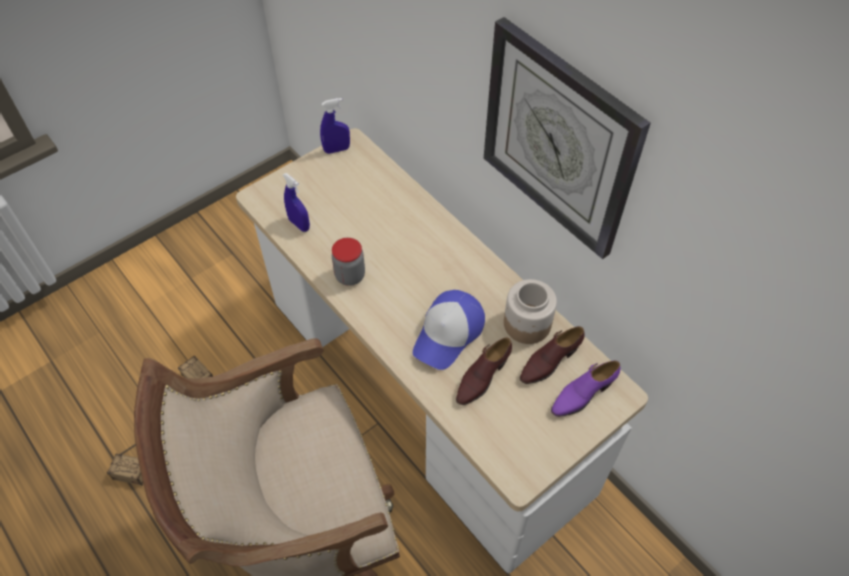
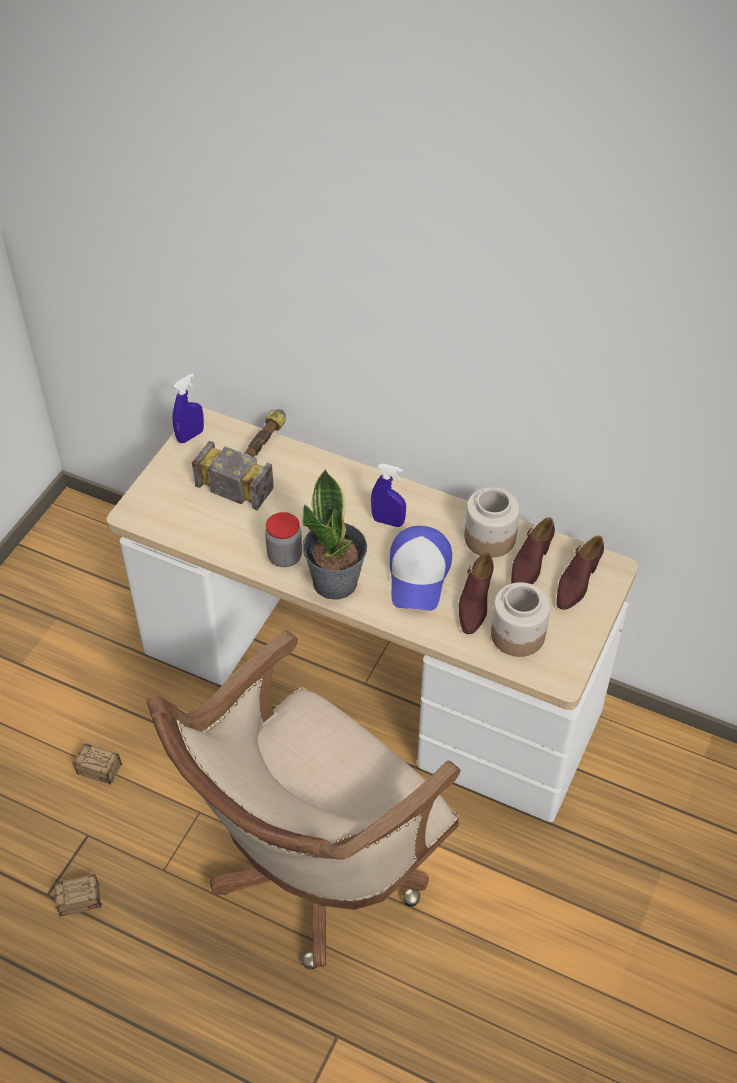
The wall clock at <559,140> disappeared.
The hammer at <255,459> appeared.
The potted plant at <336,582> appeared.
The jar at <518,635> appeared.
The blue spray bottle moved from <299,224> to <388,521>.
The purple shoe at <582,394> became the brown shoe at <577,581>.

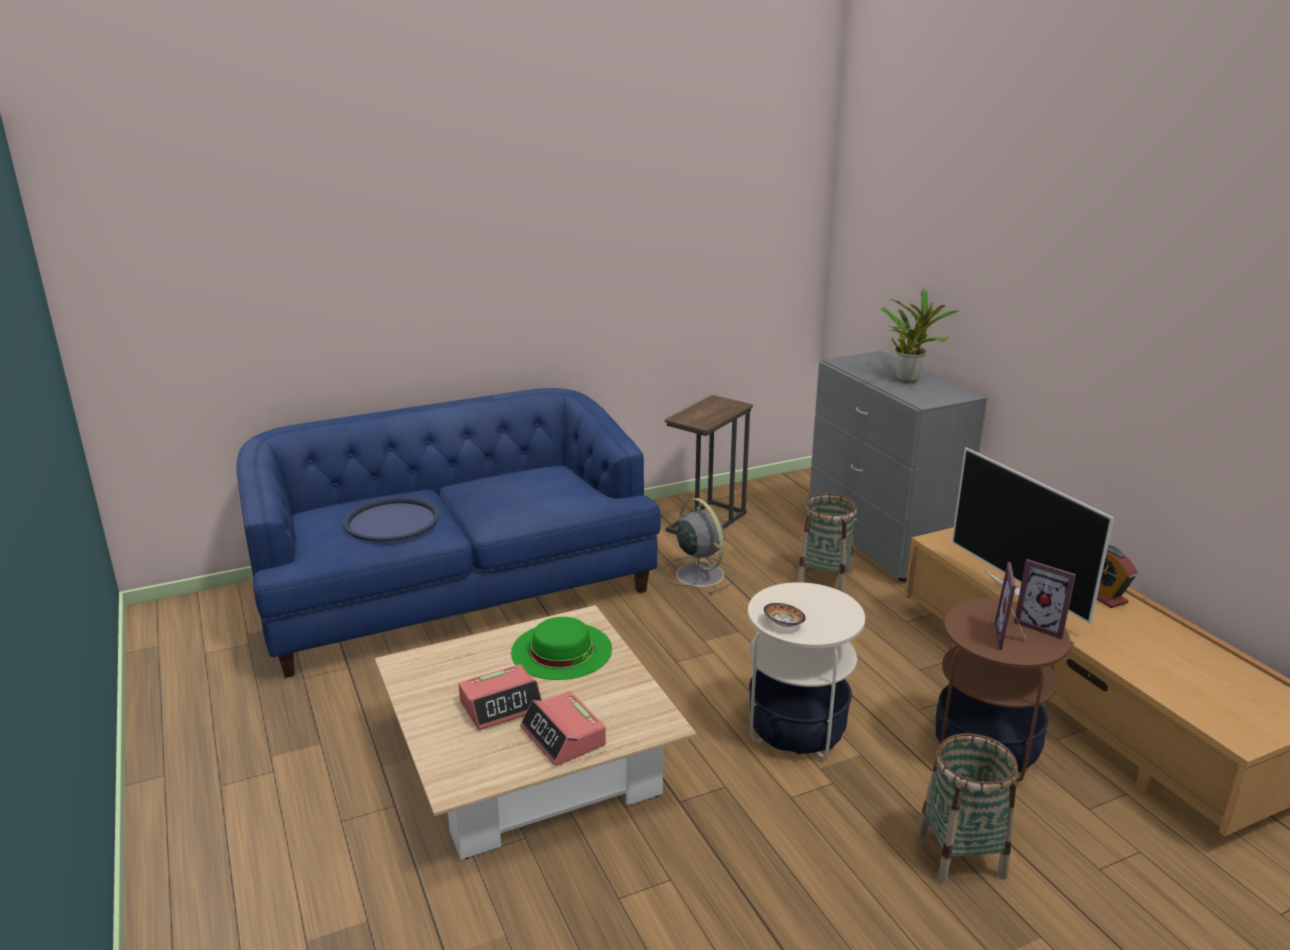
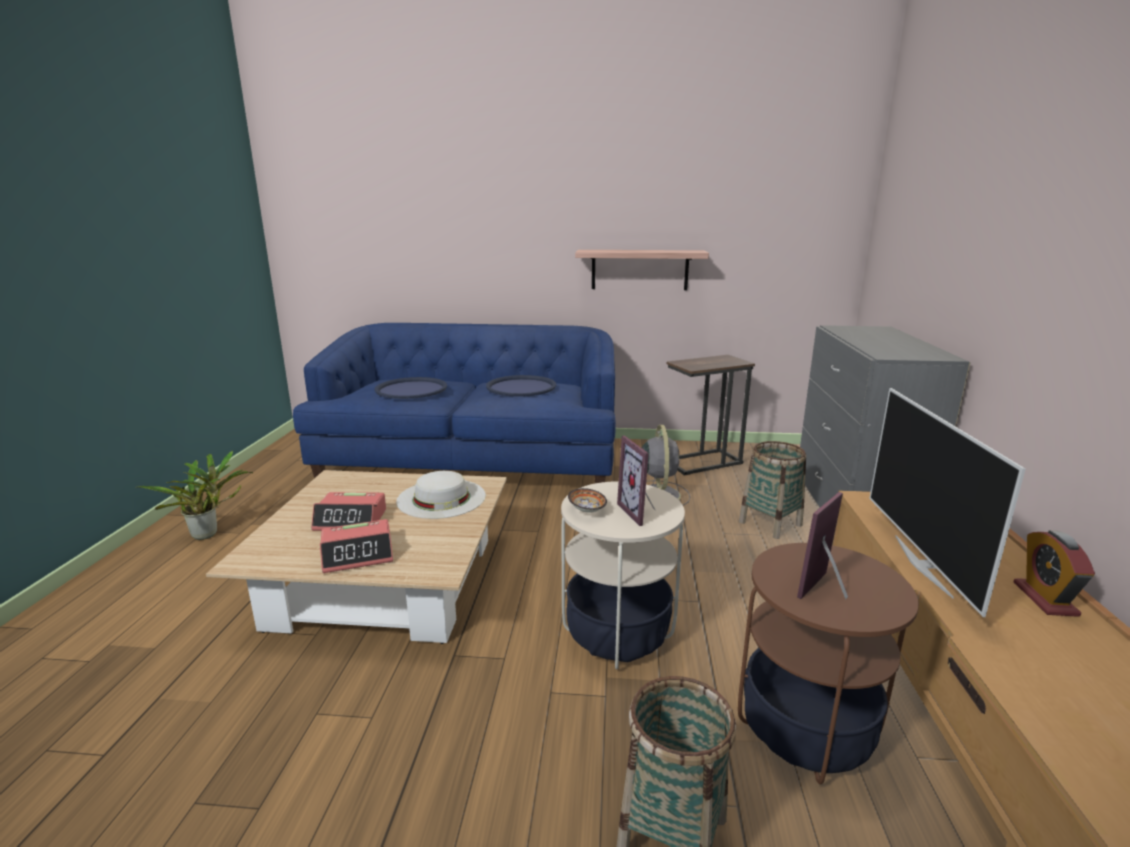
The blue tray at <521,387> appeared.
The shelf at <639,269> appeared.
The potted plant moved from <909,379> to <209,534>.
The picture frame moved from <1042,625> to <641,512>.
The green hat at <561,650> became the white hat at <441,498>.
The alarm clock at <563,737> turned 105 degrees counterclockwise.

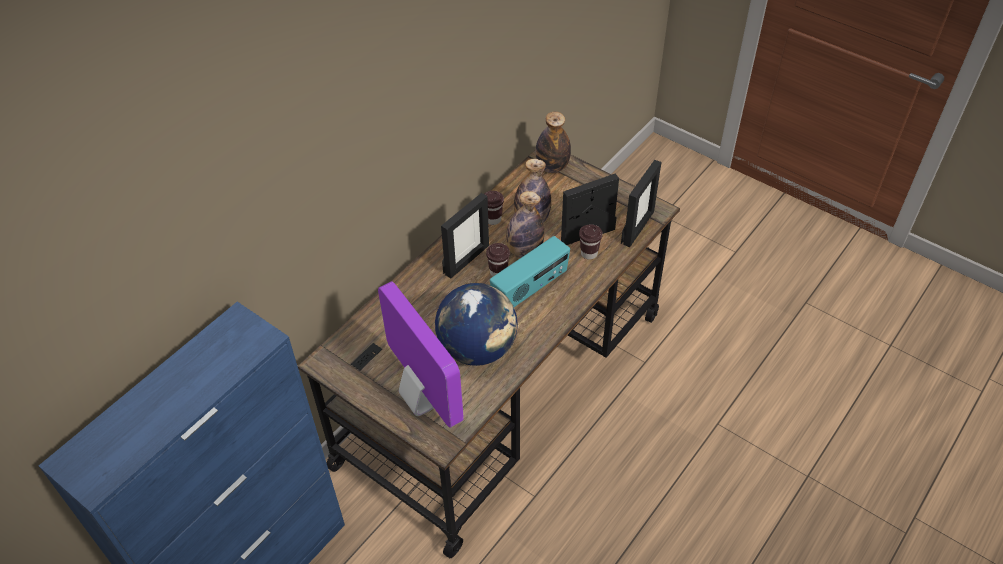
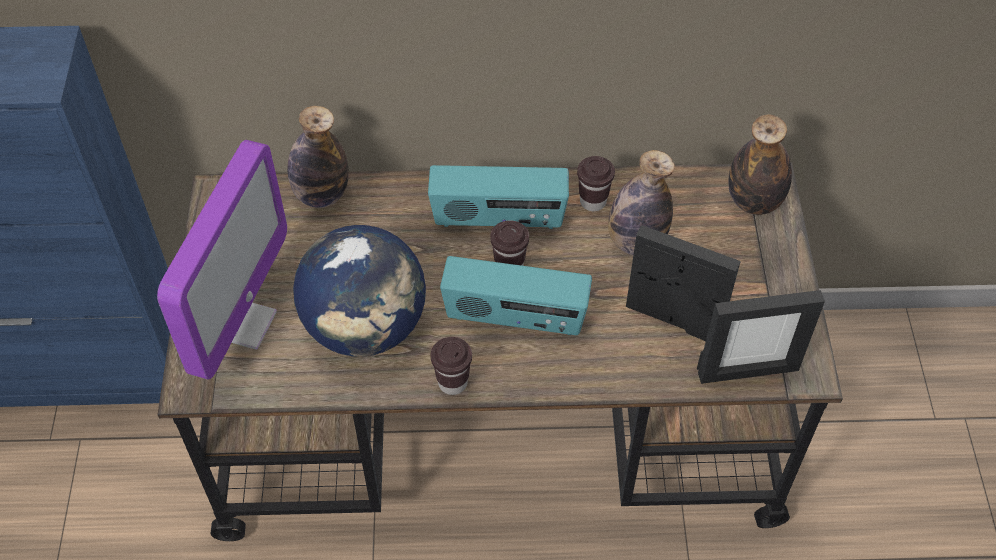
The bottle moved from <524,251> to <321,195>.
The brown cup moved from <589,253> to <452,383>.
The picture frame at <466,259> was replaced by the radio at <498,219>.

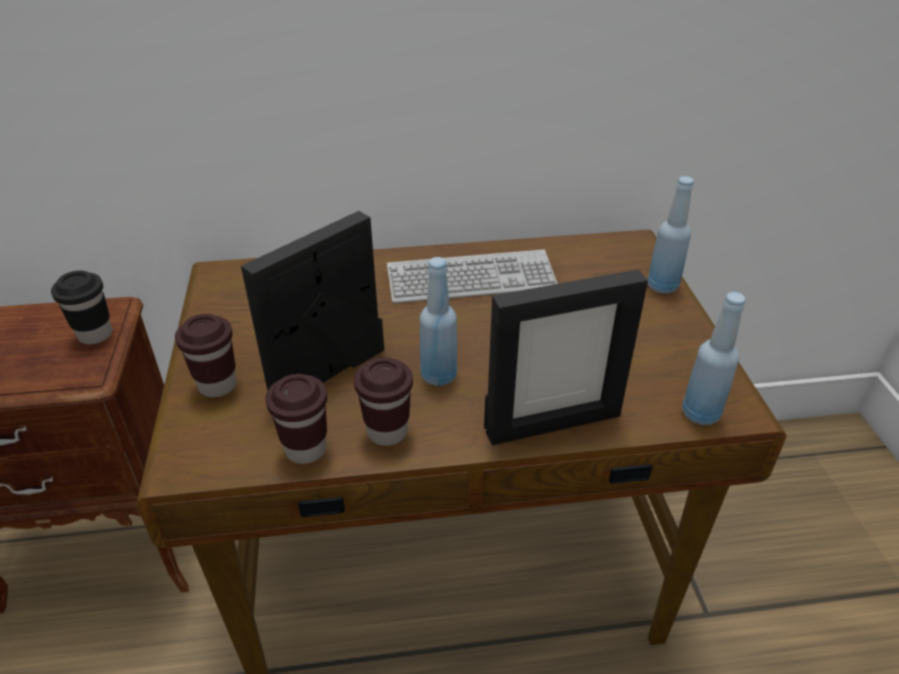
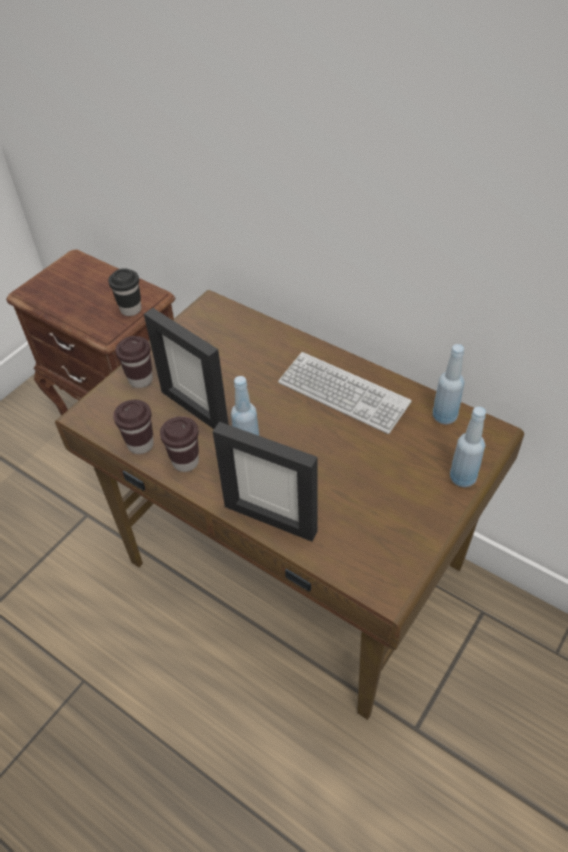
The blue bottle moved from <700,414> to <444,416>.
The picture frame at <329,374> turned 135 degrees counterclockwise.

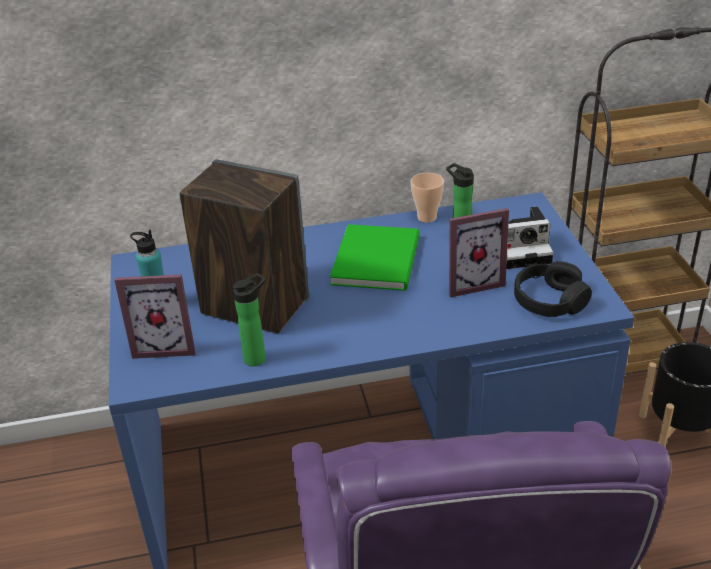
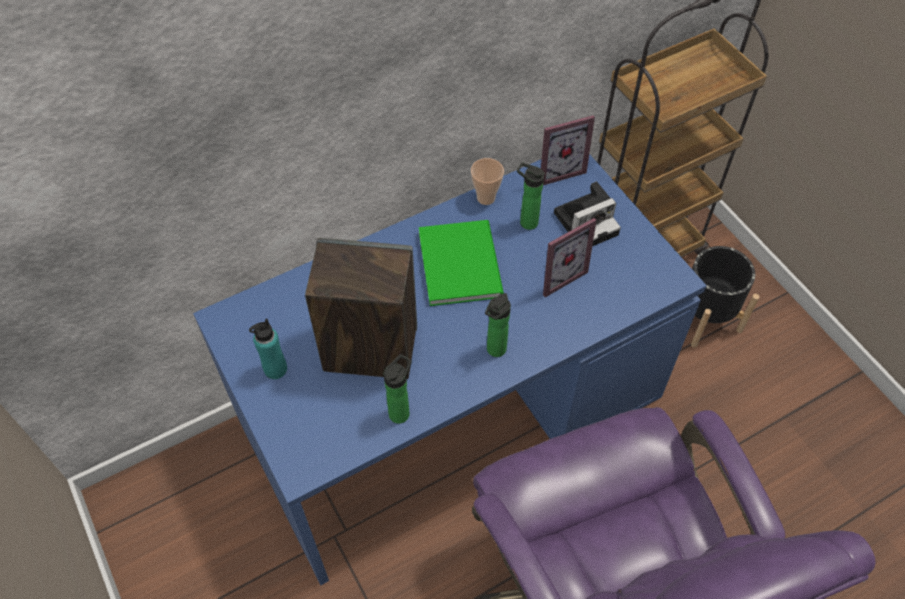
The black headphones at <550,300> disappeared.
The bottle at <494,351> appeared.
The picture frame moved from <166,345> to <557,169>.

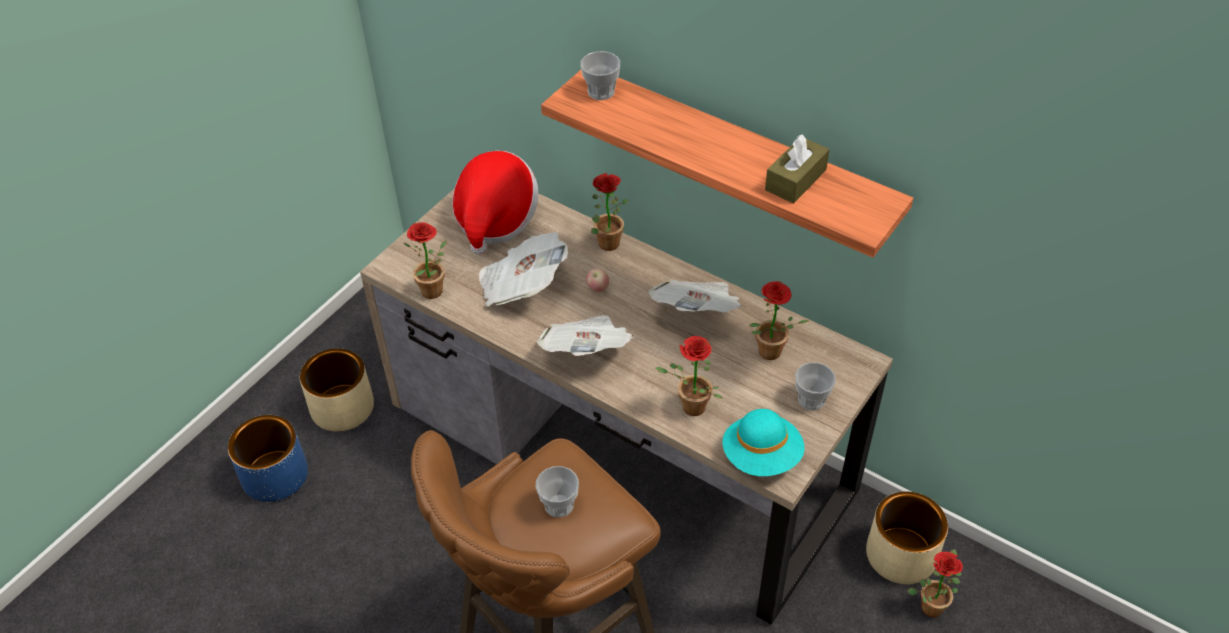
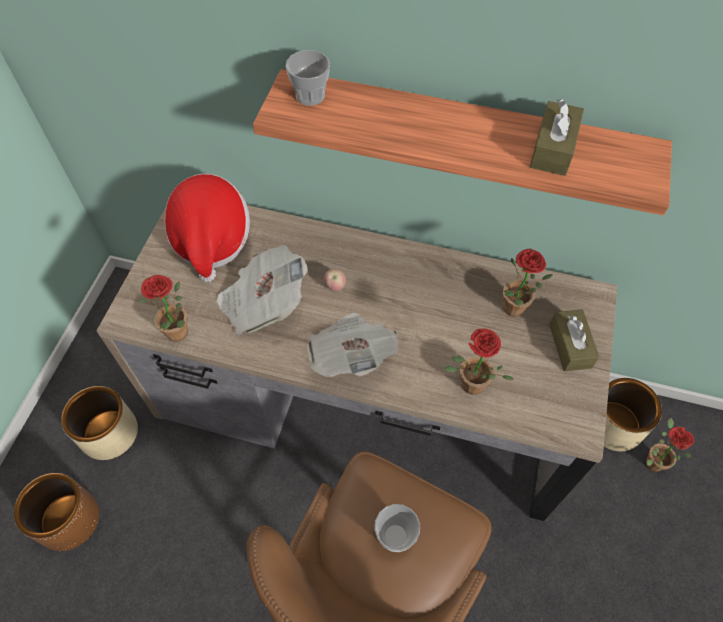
The potted plant at <605,241> disappeared.
The newspaper at <697,312> disappeared.
The turquoise hat at <762,456> disappeared.
The cup at <811,399> was replaced by the brown tissue box at <570,346>.
The blue planter at <275,475> became the brown planter at <69,519>.

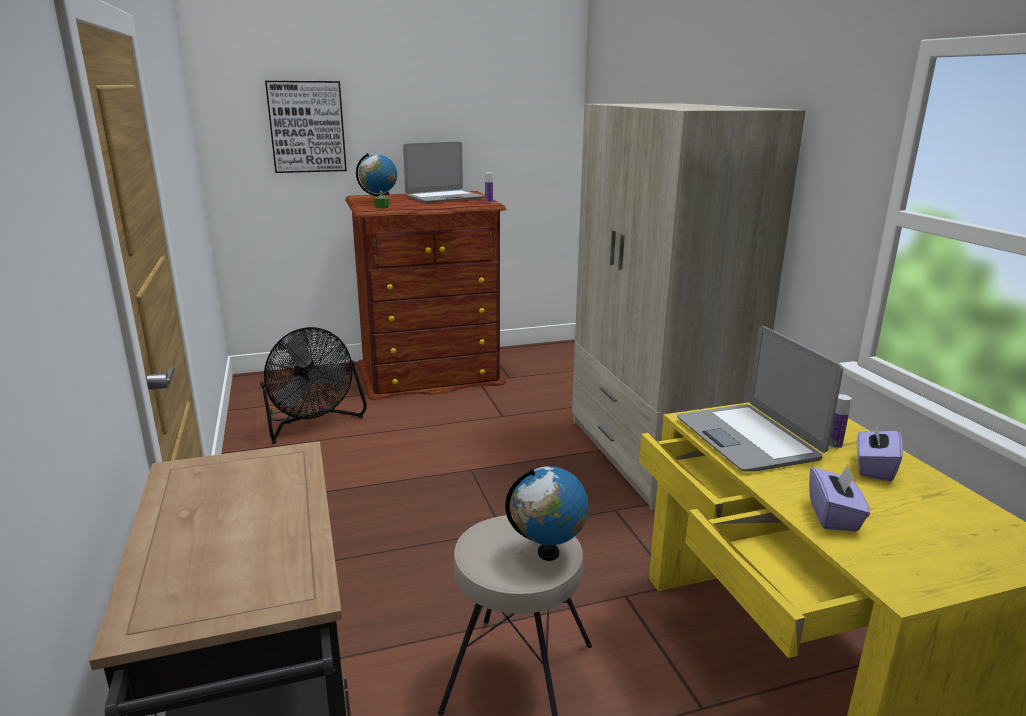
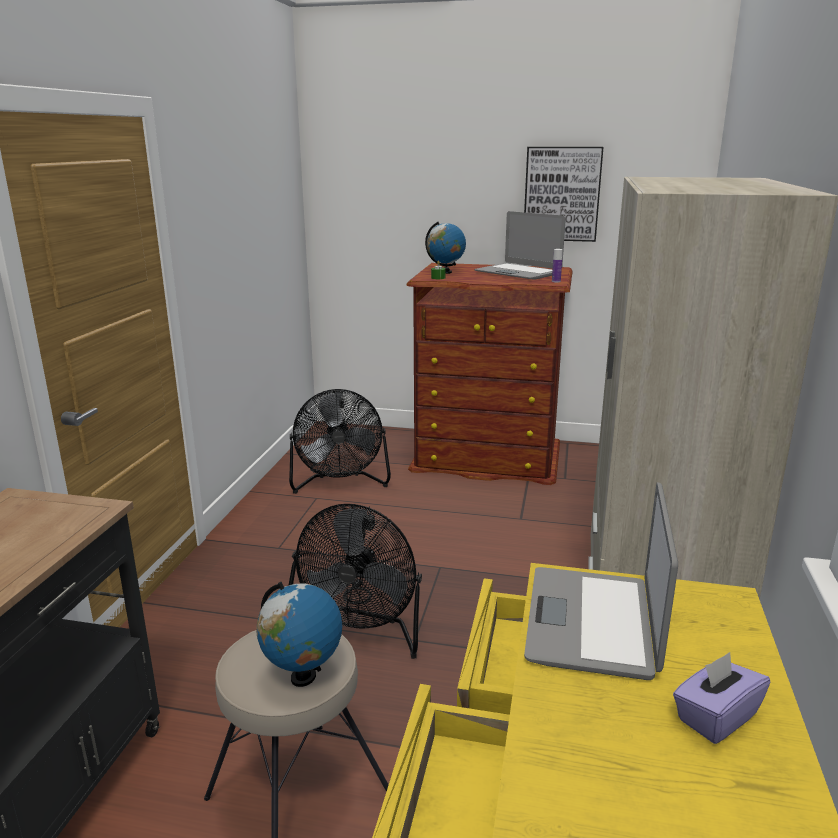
The purple tissue box at <834,516> disappeared.
The bottle at <834,445> disappeared.
The black fan at <358,626> appeared.
The picture moved from <307,127> to <562,194>.
The laptop at <444,198> turned 45 degrees clockwise.

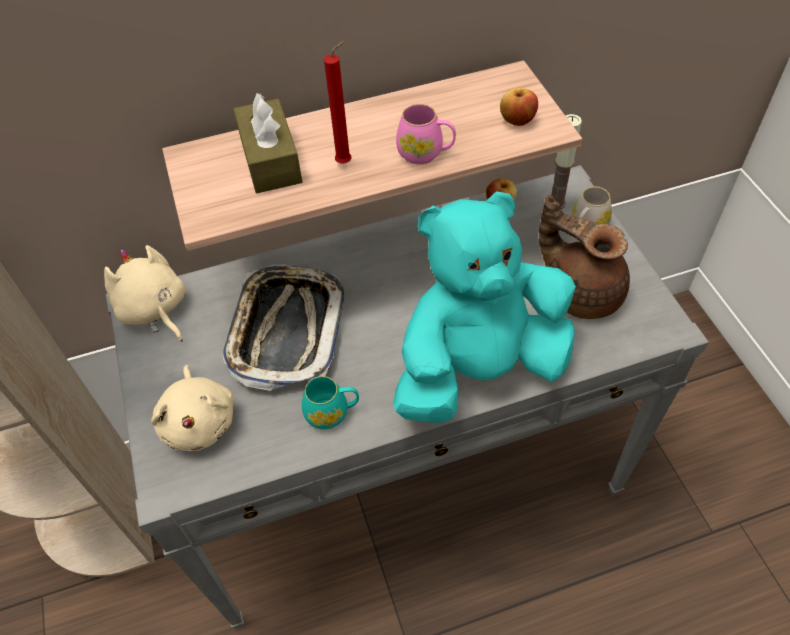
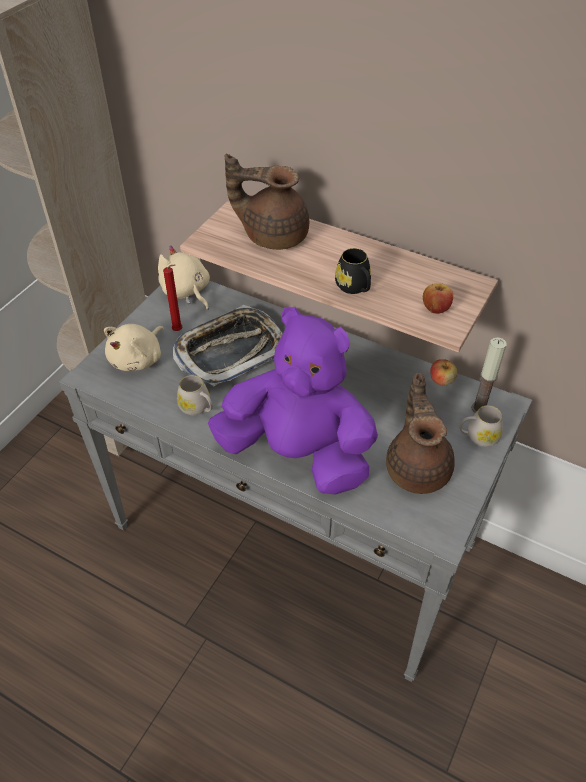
The red candle moved from <346,162> to <179,331>.
The brown tissue box at <270,160> was replaced by the brown teapot at <273,235>.
The turquoise mug at <332,412> became the white mug at <197,408>.
The turquoise plush toy at <479,368> became the purple plush toy at <298,454>.
The pink mug at <425,153> became the black mug at <355,288>.
The beige plush toy at <154,310> turned 45 degrees counterclockwise.

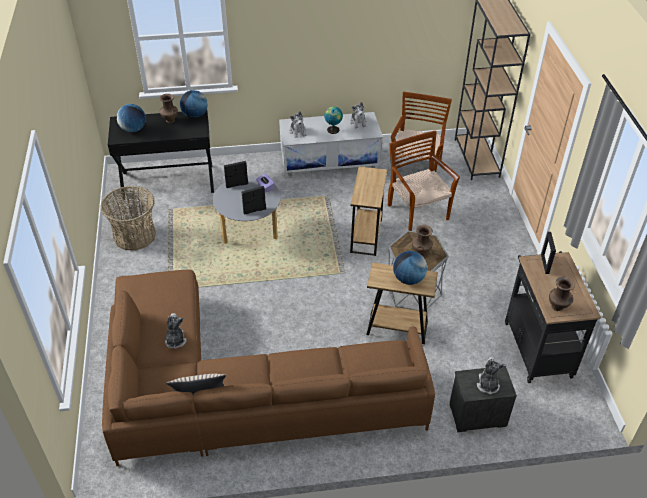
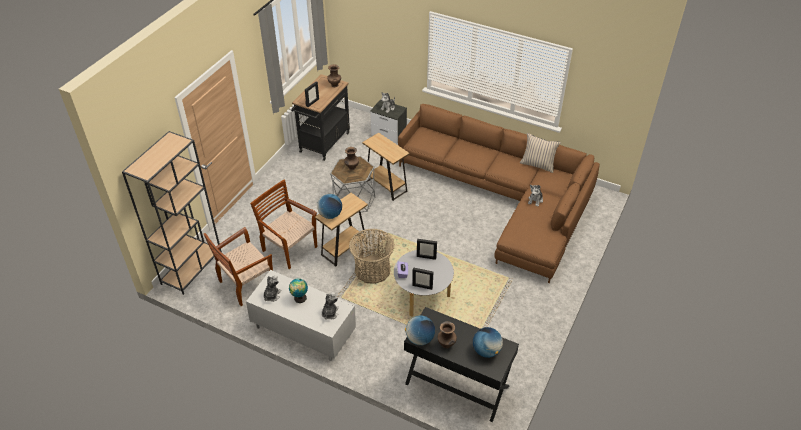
The basket moved from <134,235> to <372,270>.
The globe moved from <408,279> to <330,215>.
The brown armchair at <417,212> turned 120 degrees clockwise.

